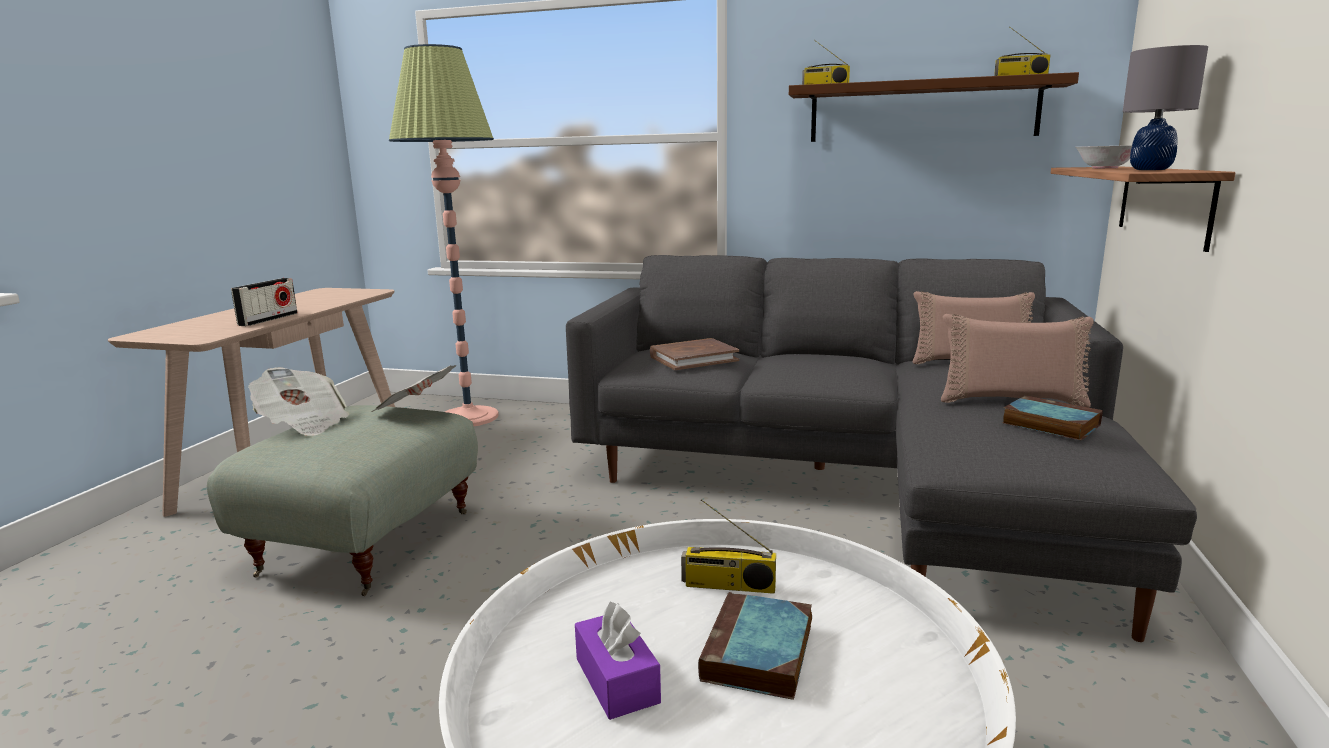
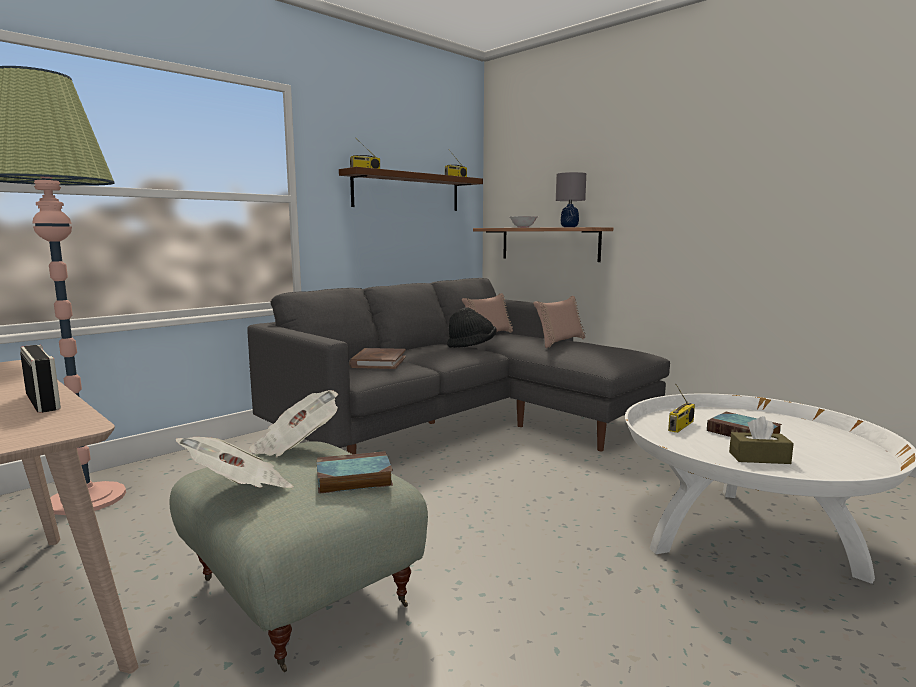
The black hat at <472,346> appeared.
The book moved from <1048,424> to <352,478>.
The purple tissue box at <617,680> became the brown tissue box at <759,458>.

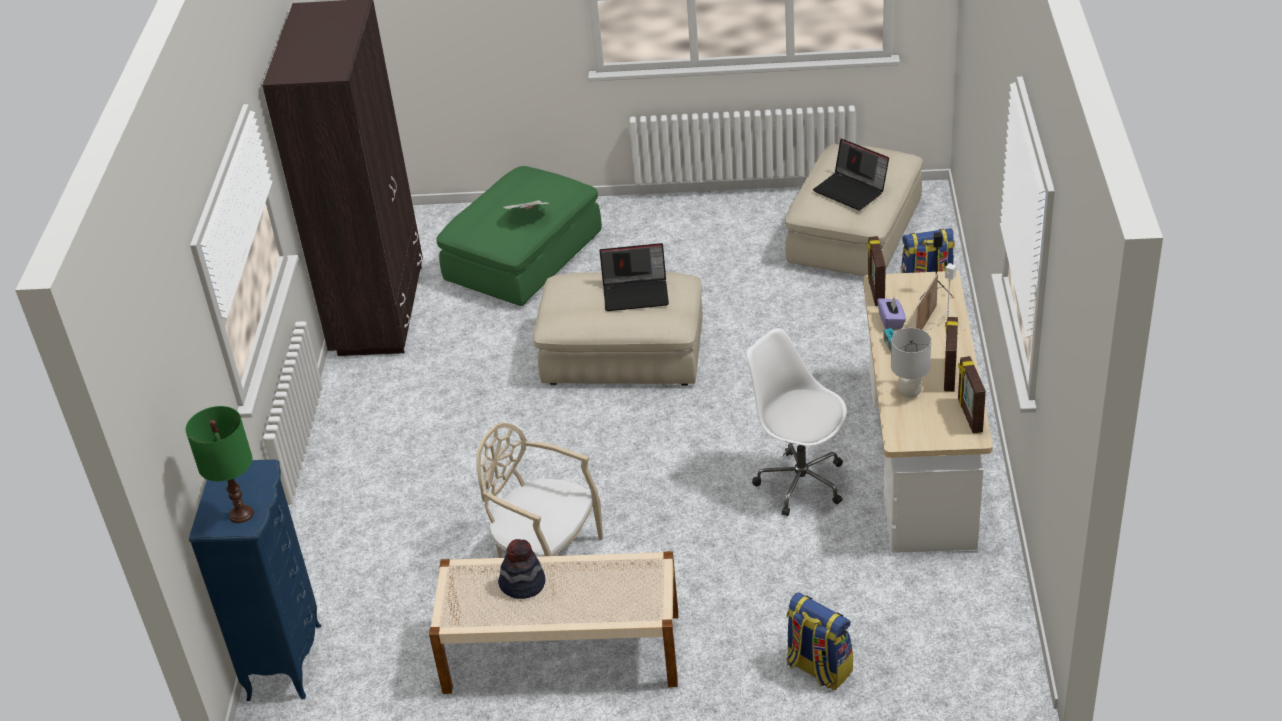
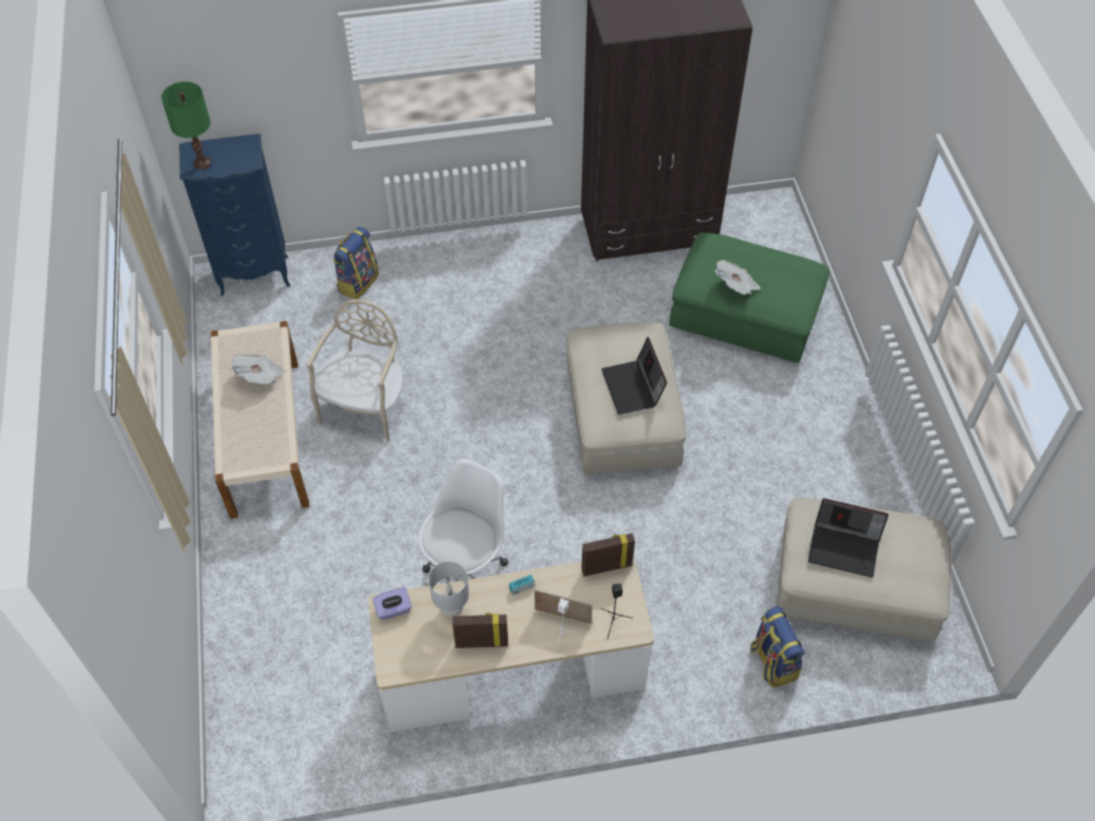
The picture frame at <969,416> disappeared.
The backpack moved from <818,668> to <358,282>.
The purple tissue box moved from <891,321> to <393,609>.
The hat at <522,584> was replaced by the newspaper at <260,376>.
The laptop at <851,190> turned 105 degrees counterclockwise.

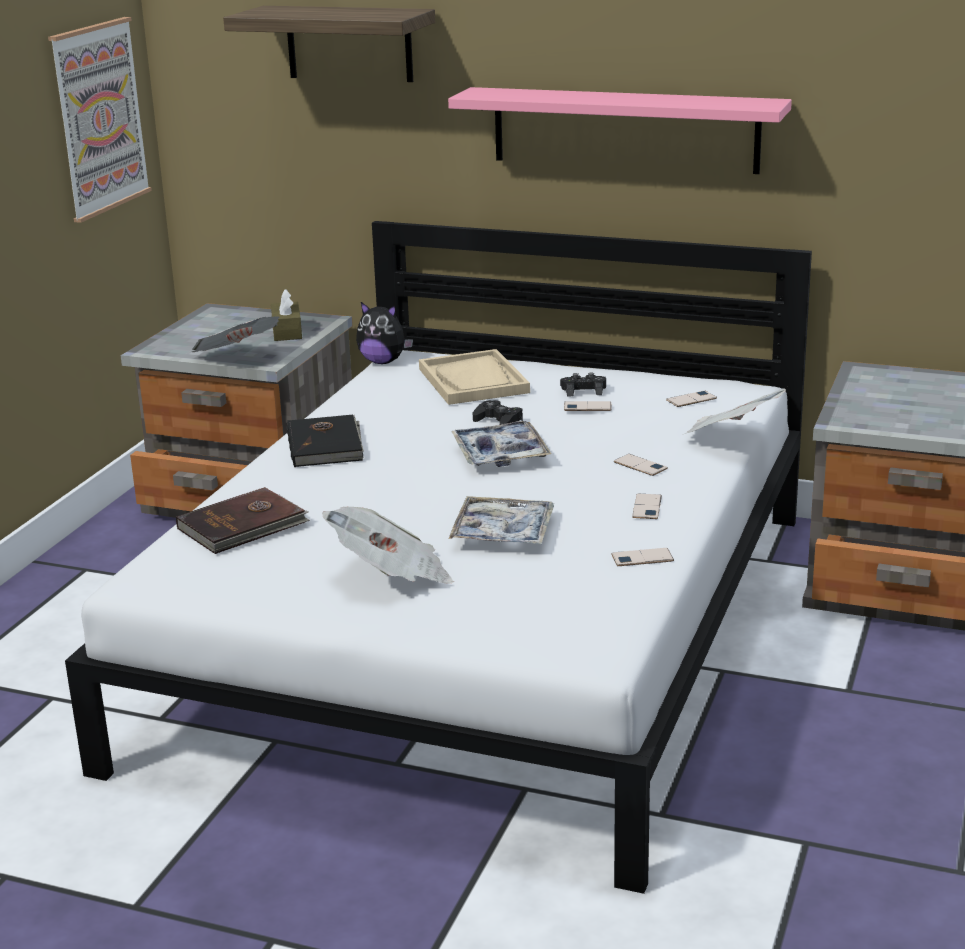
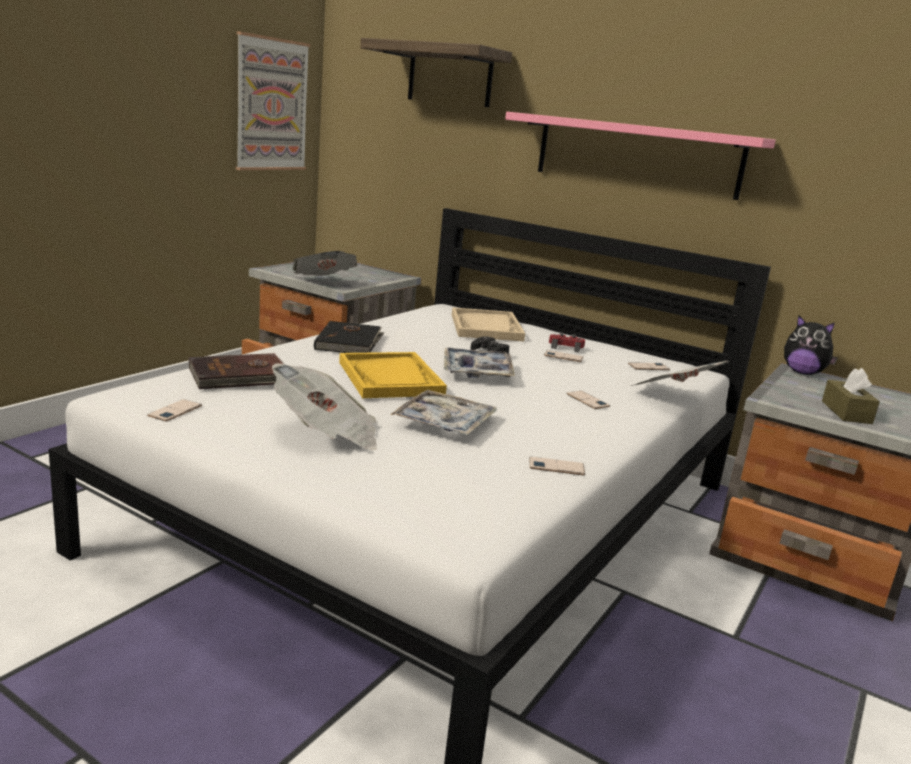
The yellow tray at <390,378> appeared.
The brown tissue box moved from <287,331> to <846,412>.
The plush toy moved from <383,362> to <803,373>.
The phone moved from <647,507> to <175,411>.
The black game controller at <583,391> became the red game controller at <565,347>.

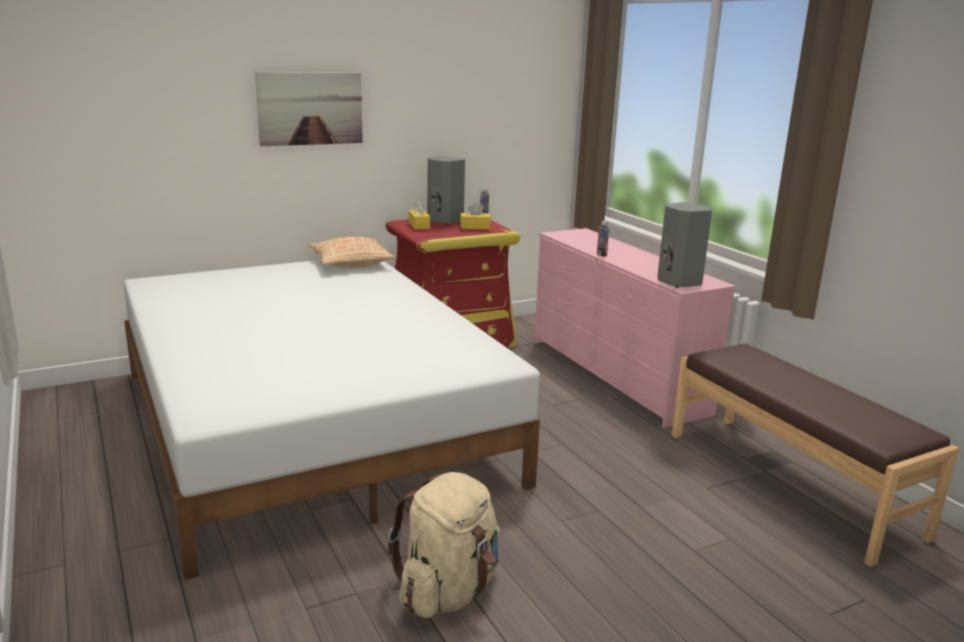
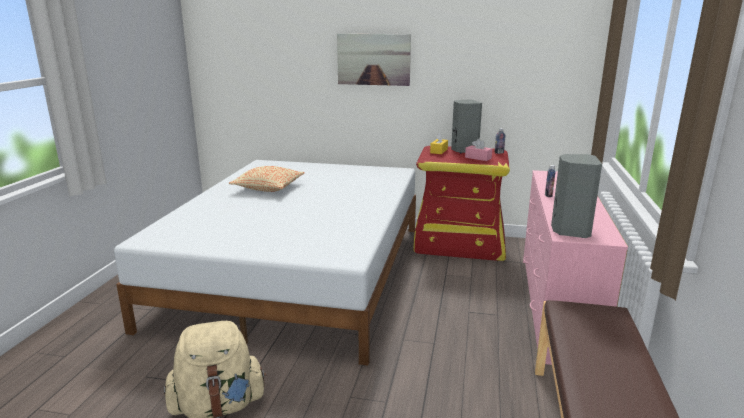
The beige pillow moved from <351,264> to <269,187>.
The yellow tissue box at <475,227> became the pink tissue box at <478,158>.

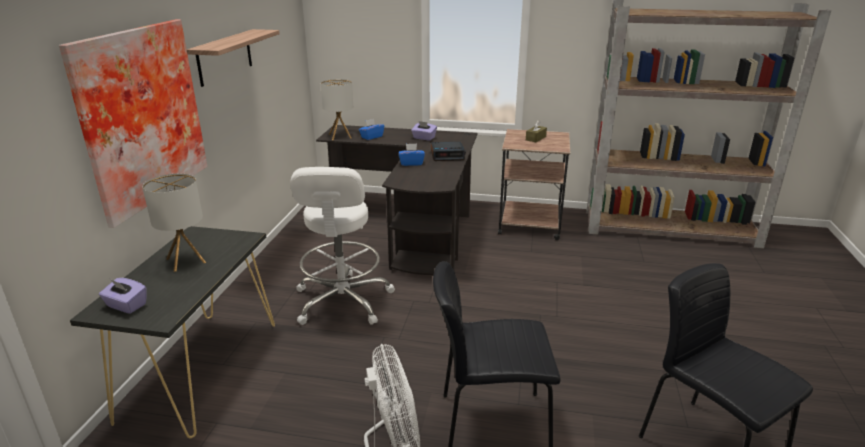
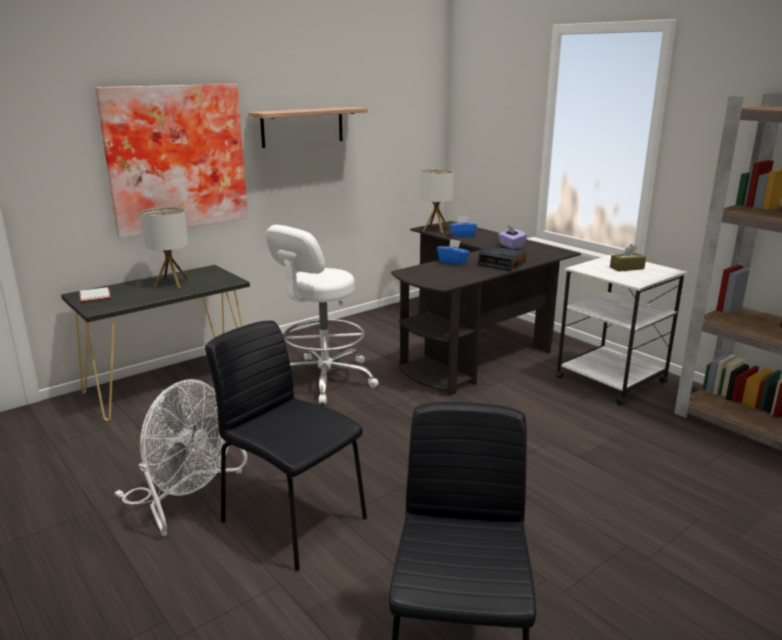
The purple tissue box at <126,306> was replaced by the white book at <96,296>.
The brown cart at <531,224> became the white cart at <612,381>.

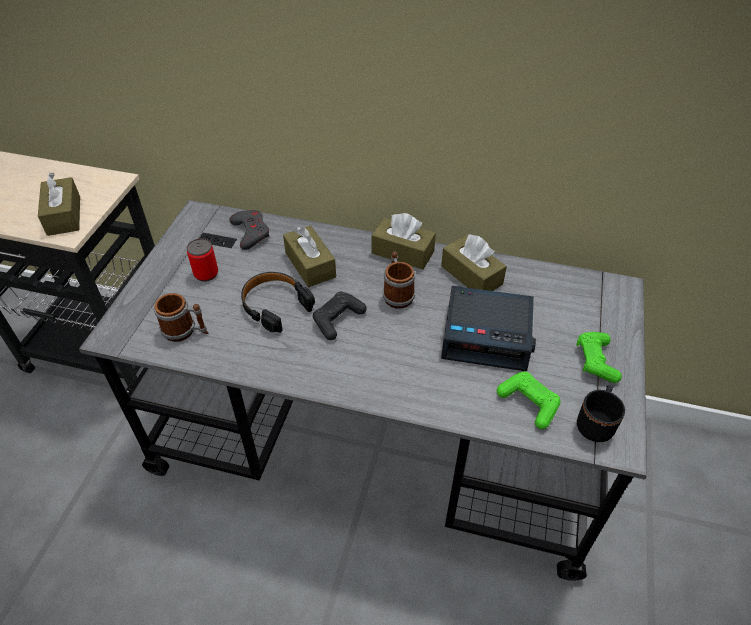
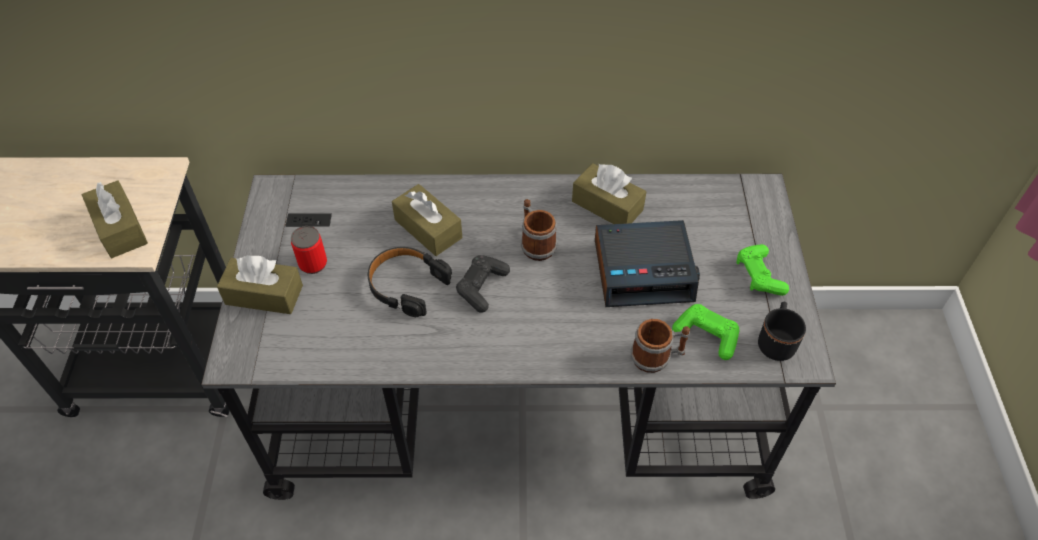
The grey game controller at <250,232> disappeared.
The mug moved from <185,331> to <657,357>.
The brown tissue box moved from <402,252> to <264,295>.

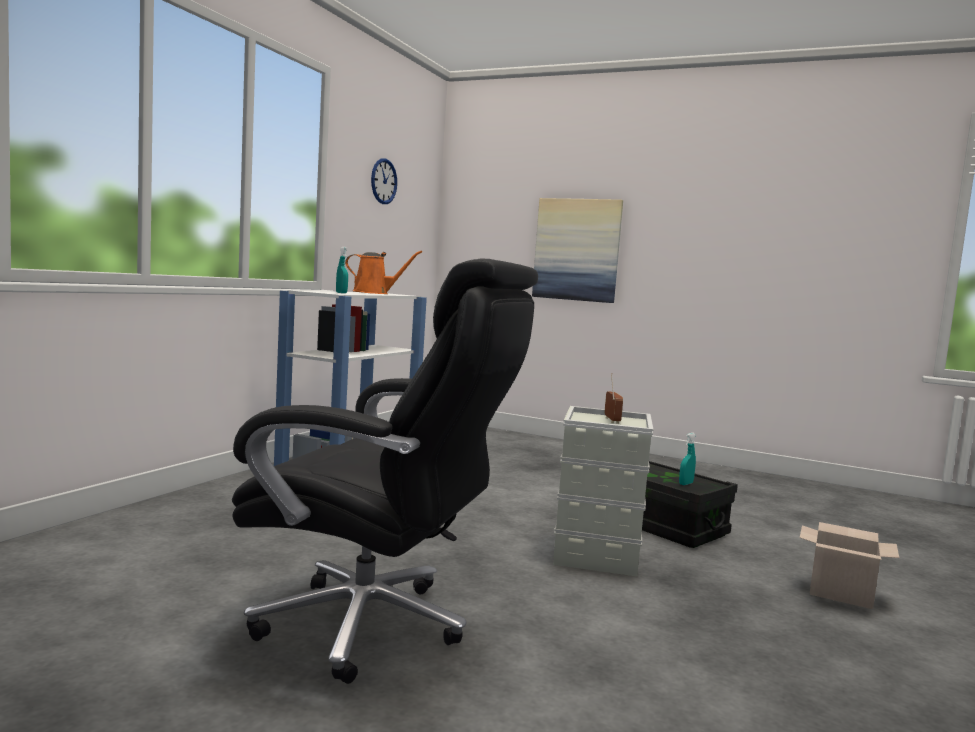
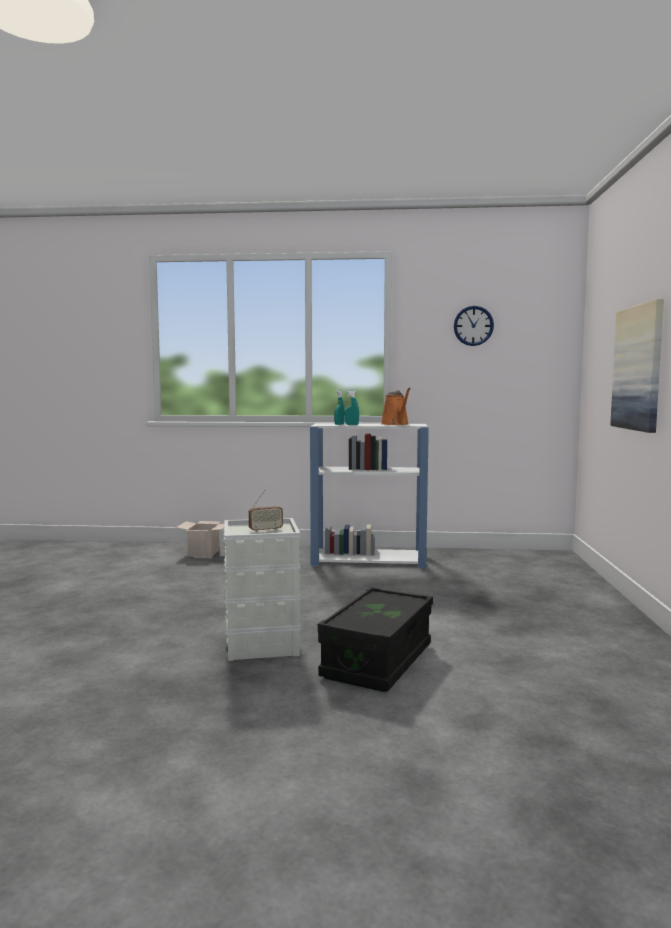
The black office chair at <375,628> disappeared.
The turquoise spray bottle moved from <686,484> to <351,425>.
The cardboard box moved from <842,593> to <204,553>.

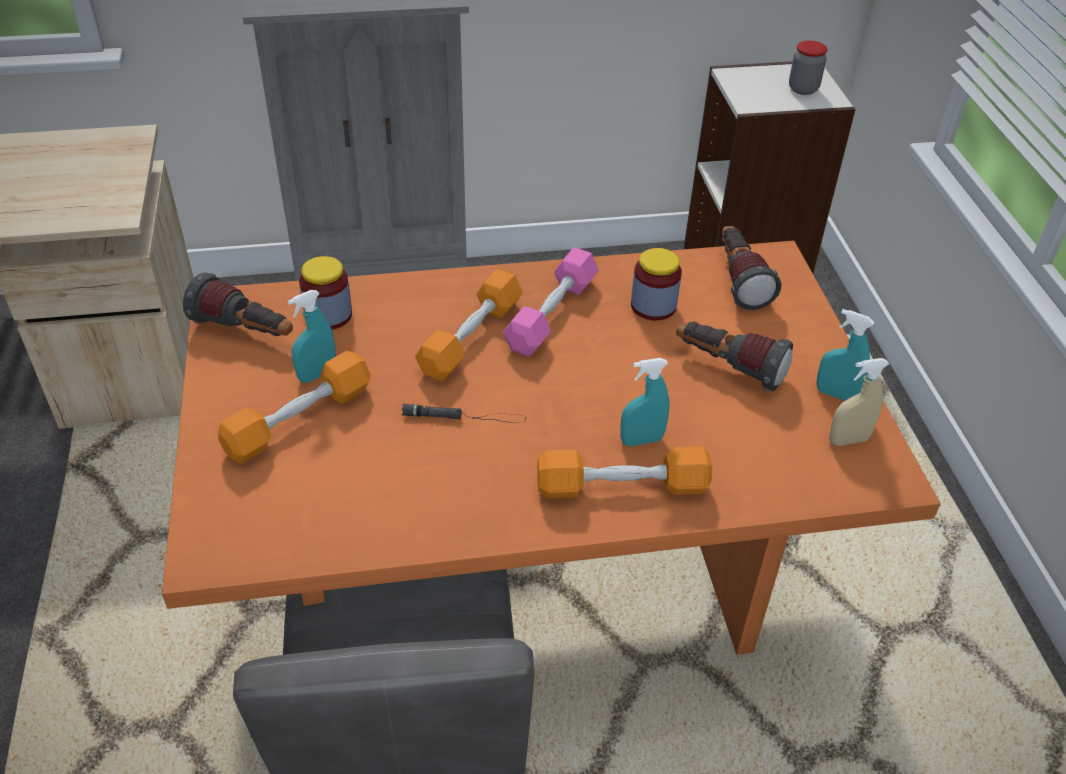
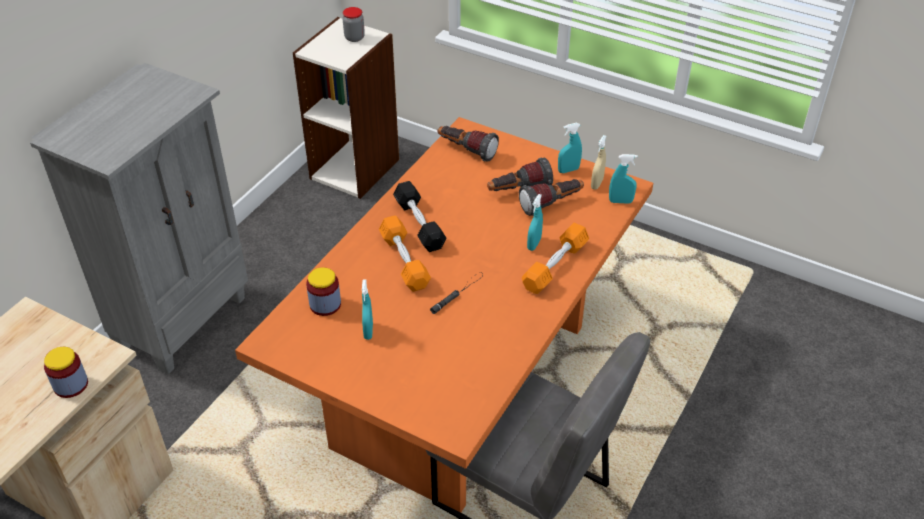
The orange dumbbell at <298,420> disappeared.
The turquoise spray bottle at <620,201> appeared.
The flashlight moved from <246,332> to <551,204>.
The jar moved from <653,306> to <71,385>.
The pink dumbbell at <552,314> became the black dumbbell at <419,224>.

